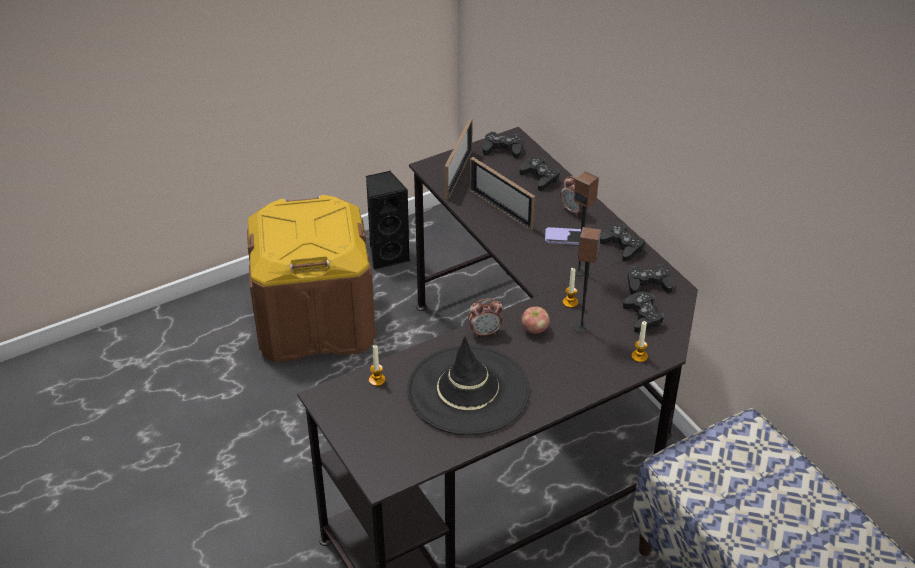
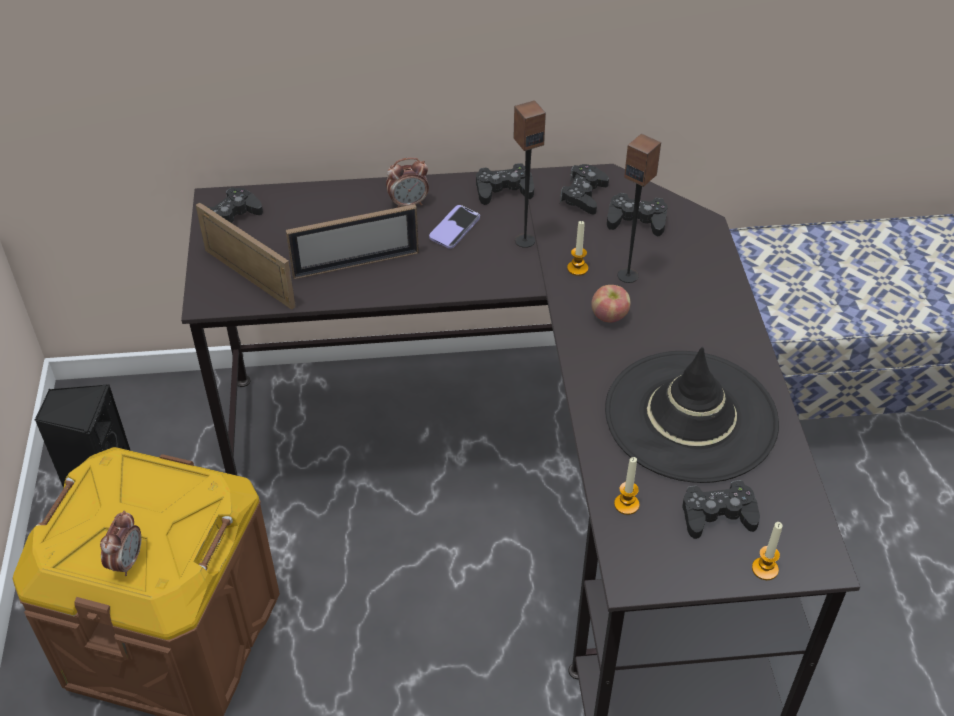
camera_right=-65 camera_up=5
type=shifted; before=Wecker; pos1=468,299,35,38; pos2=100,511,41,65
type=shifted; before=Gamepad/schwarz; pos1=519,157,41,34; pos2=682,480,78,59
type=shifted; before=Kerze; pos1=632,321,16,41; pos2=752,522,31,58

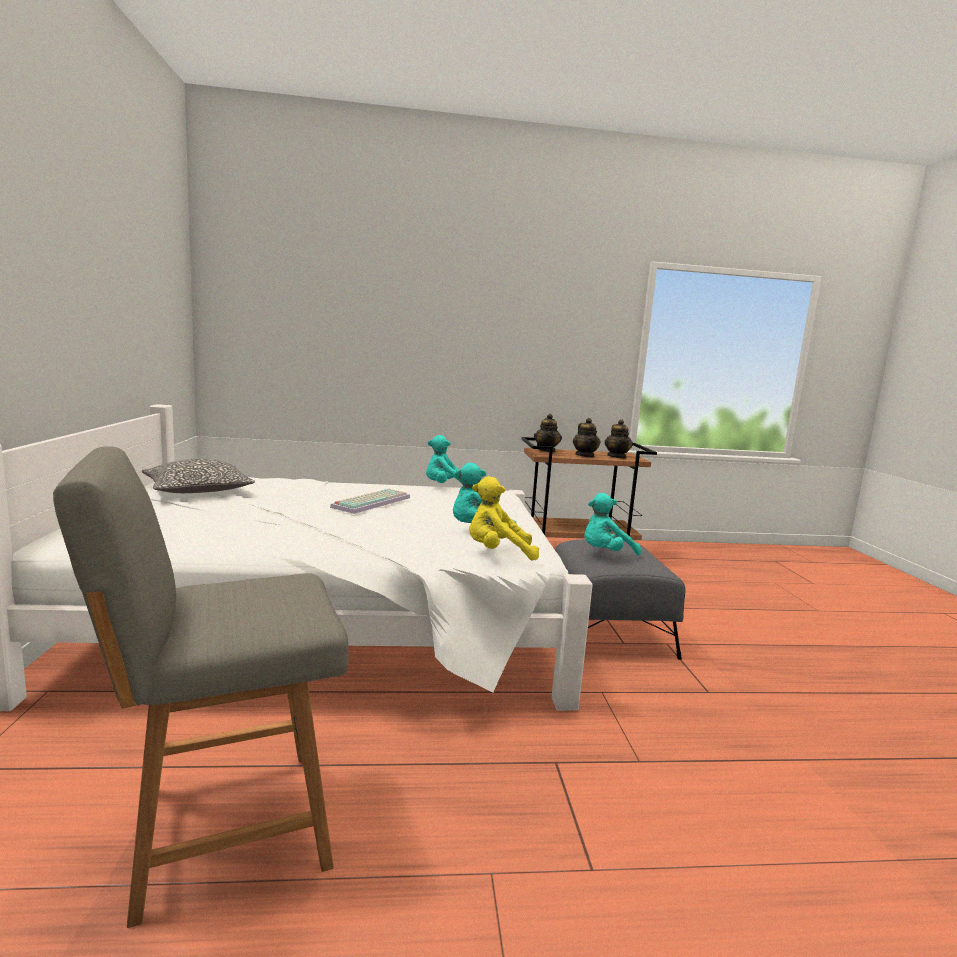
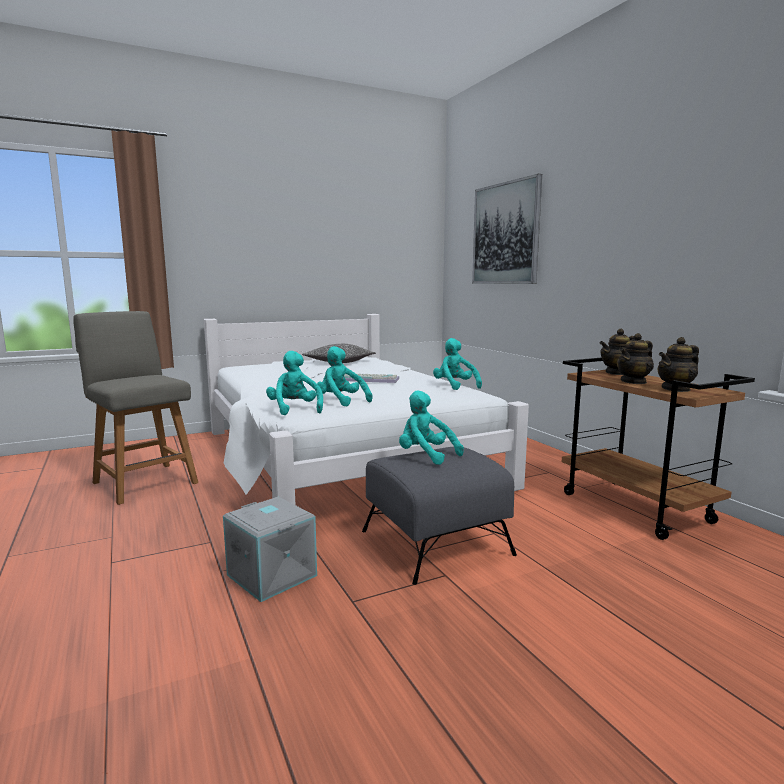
camera_right=70 camera_up=0
type=new; after=Aufbewahrungsbox/grau; pos2=223,497,94,105
type=repainted; before=Plüschtier/gelb; after=Plüschtier/türkis; pos1=469,476,70,85; pos2=266,351,57,64
type=new; after=Bild; pos2=472,174,70,110

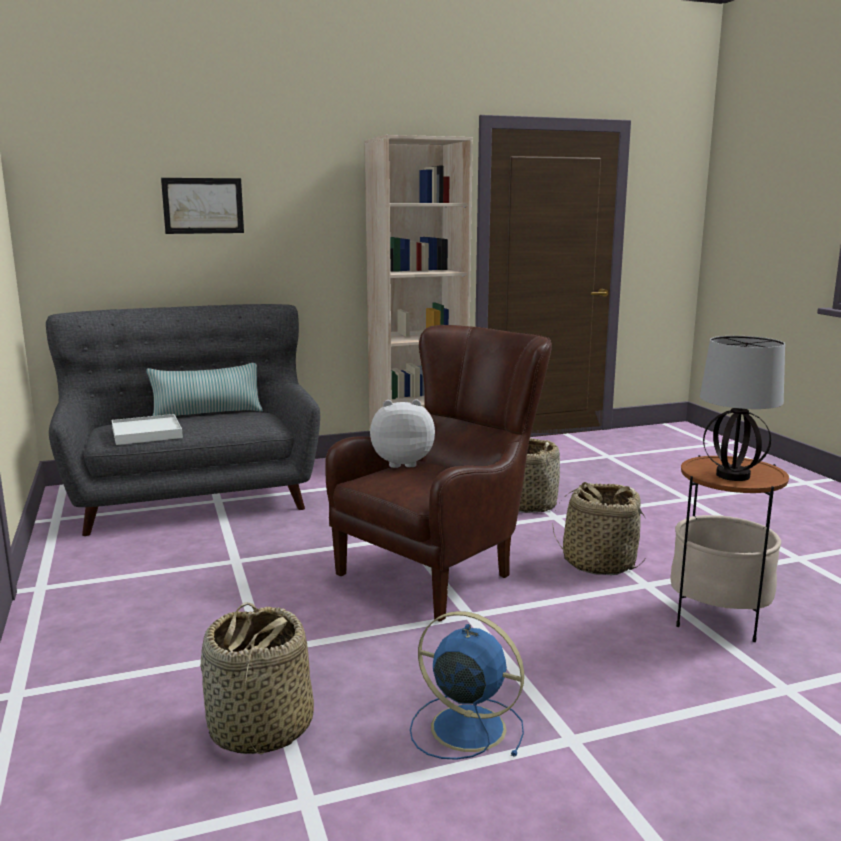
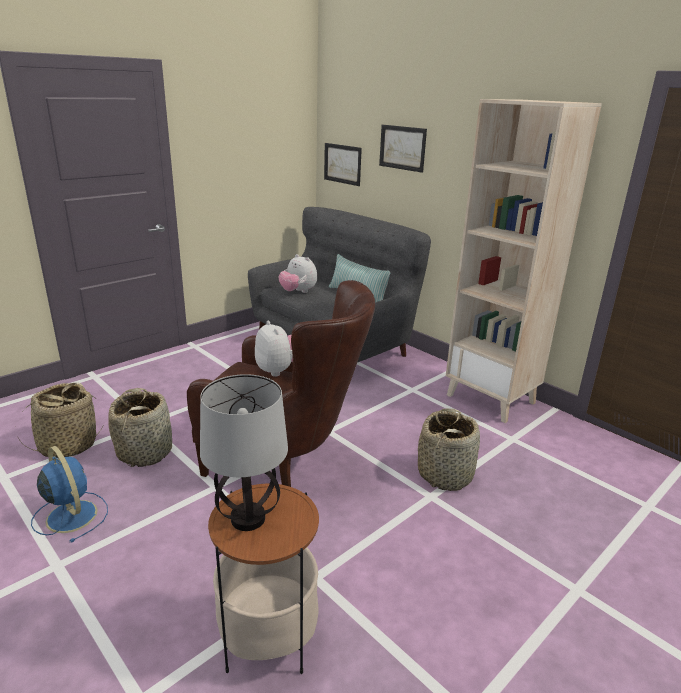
camera_right=65 camera_up=10
type=rotated; before=Ventilator/blau; pos1=410,611,114,149; pos2=31,446,77,96; turn=-45
type=shifted; before=Korb; pos1=552,482,93,93; pos2=108,388,64,79
type=swapped; before=Tablett/weiß; after=Plüschtier; pos1=112,414,71,31; pos2=279,254,38,39
type=new; after=Bild; pos2=324,143,38,43

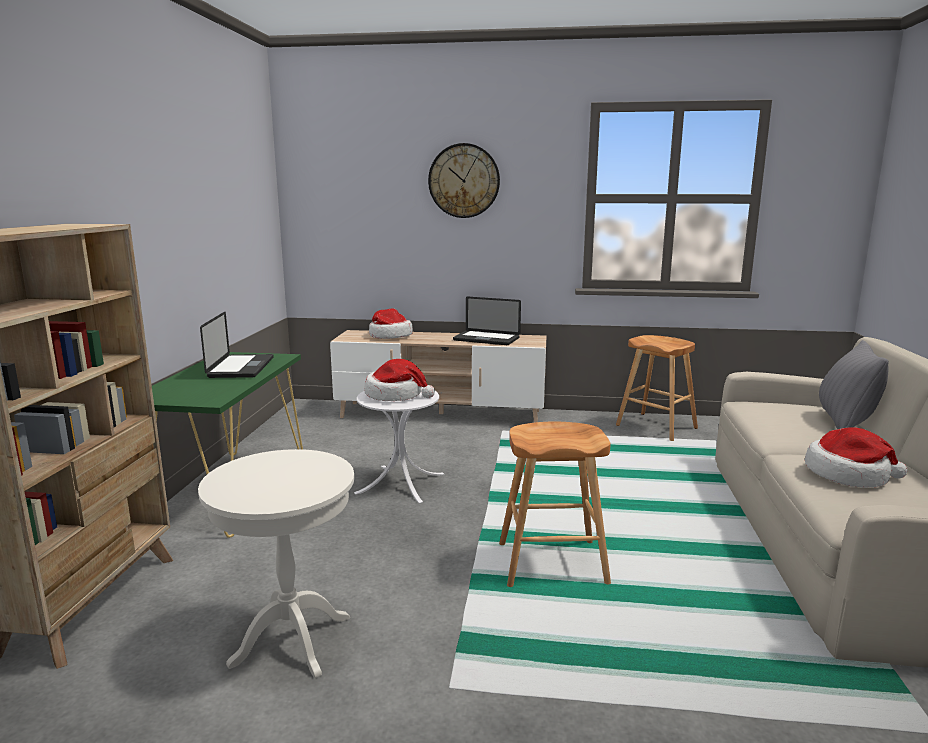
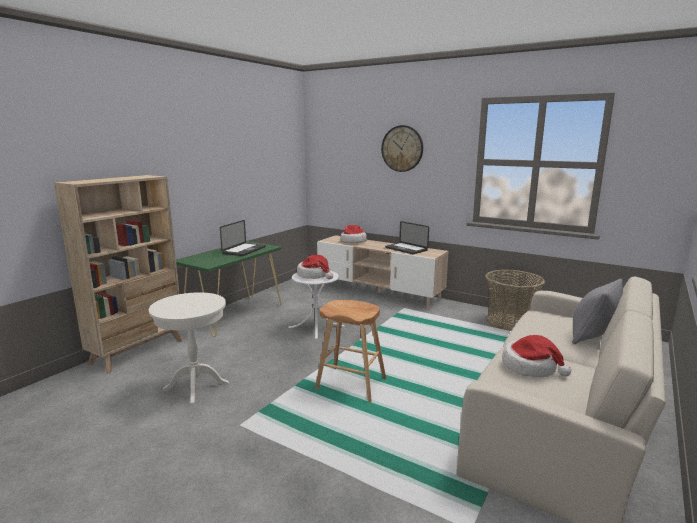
camera_right=25 camera_up=0
type=swapped; before=Hocker/braun; after=Korb; pos1=616,335,82,106; pos2=485,270,60,61

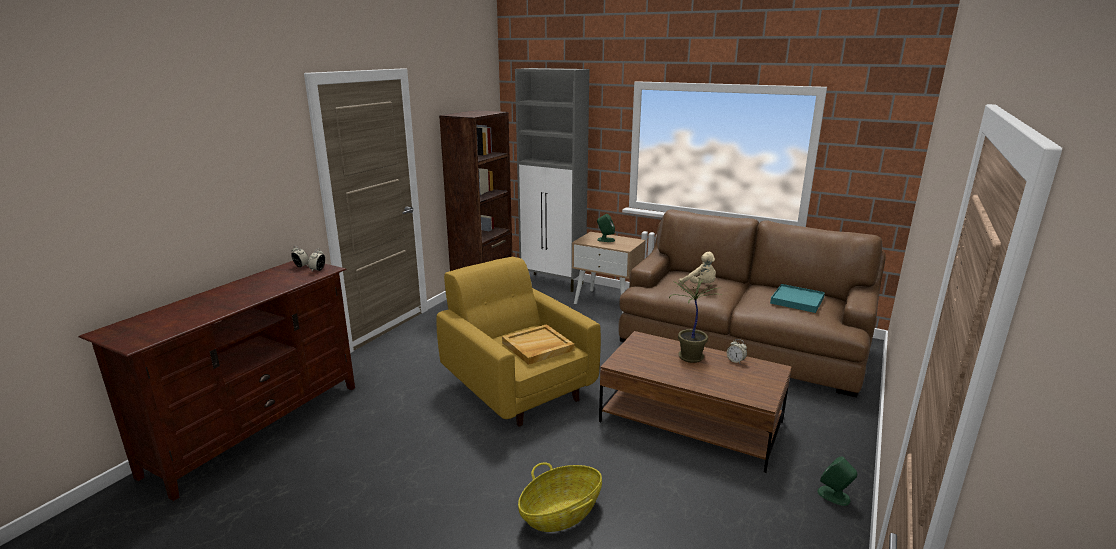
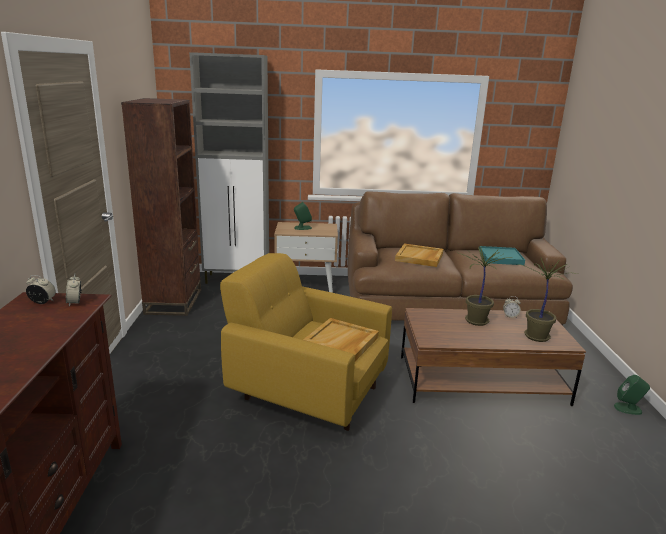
camera_right=-30 camera_up=0
type=swapped; before=Plüschtier/beige; after=Tablett/beige; pos1=679,252,37,33; pos2=395,243,48,24
type=new; after=Topfpflanze; pos2=522,258,55,84
type=gone; before=Korb; pos1=518,462,84,70

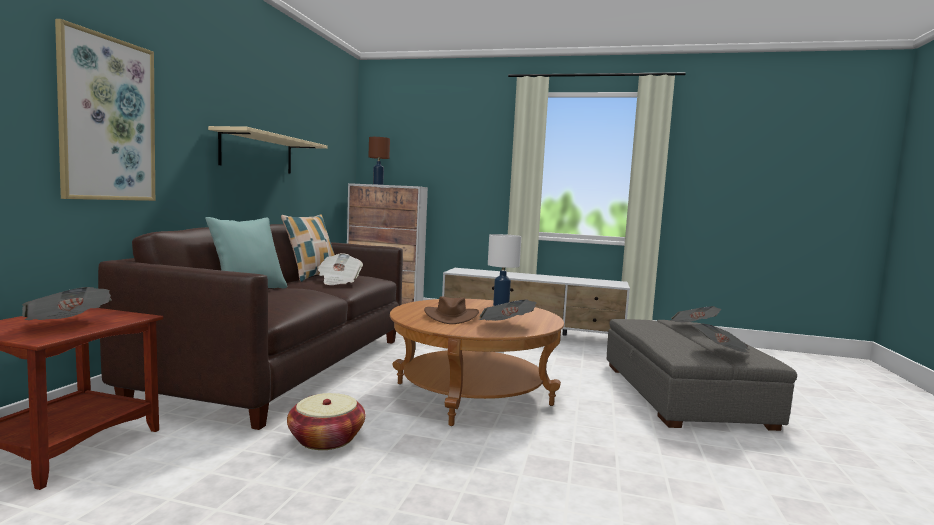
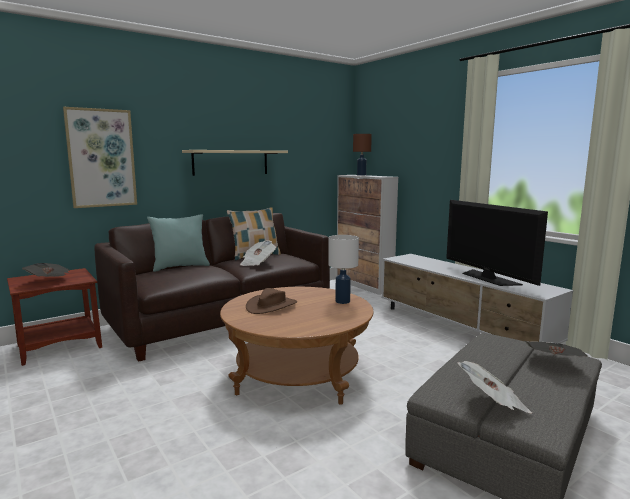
camera_right=40 camera_up=5
type=new; after=Fernseher; pos2=446,200,102,86
type=gone; before=Korb; pos1=287,393,78,57
type=gone; before=Zeitung; pos1=479,299,58,22

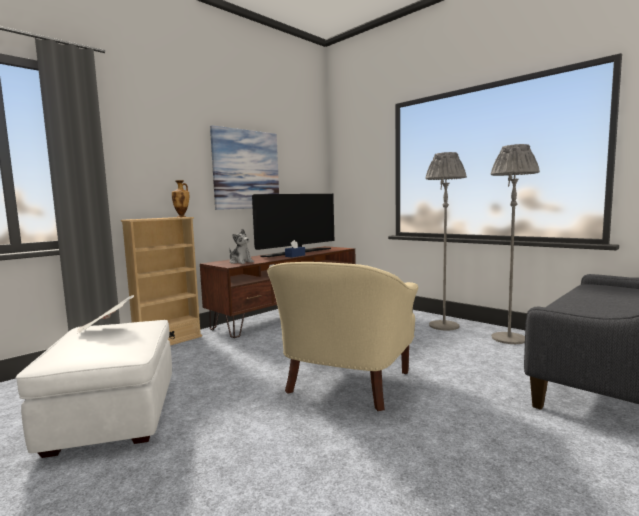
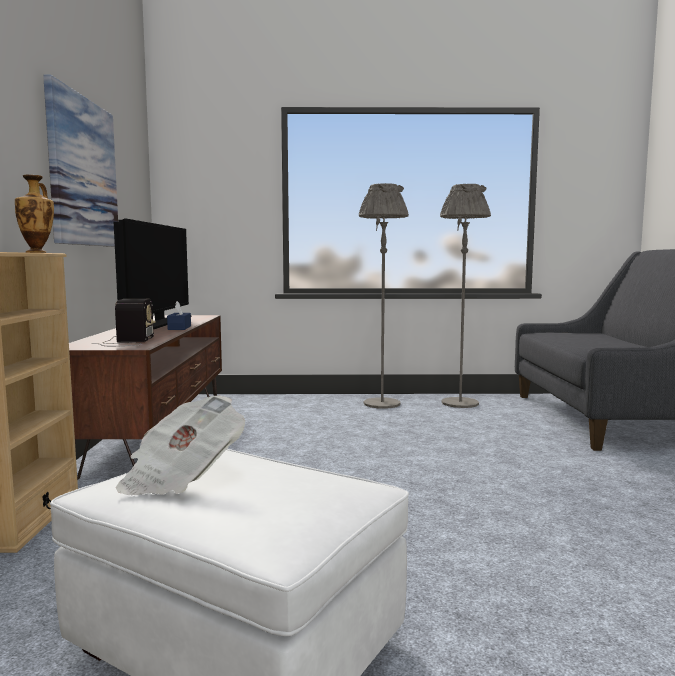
camera_right=-45 camera_up=0
type=swapped; before=Plüschtier; after=Radio; pos1=229,229,25,35; pos2=91,299,65,47
type=gone; before=Sessel/beige; pos1=267,262,151,149

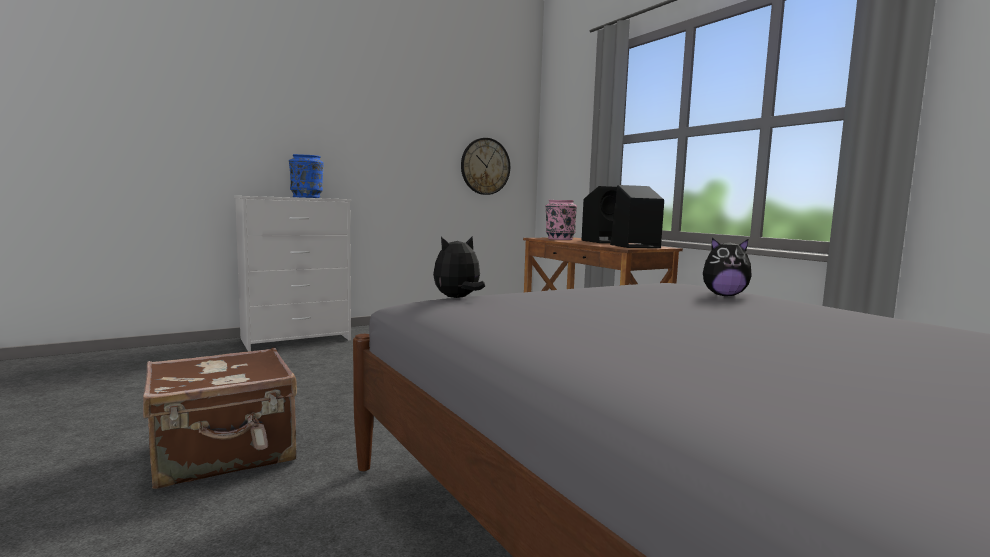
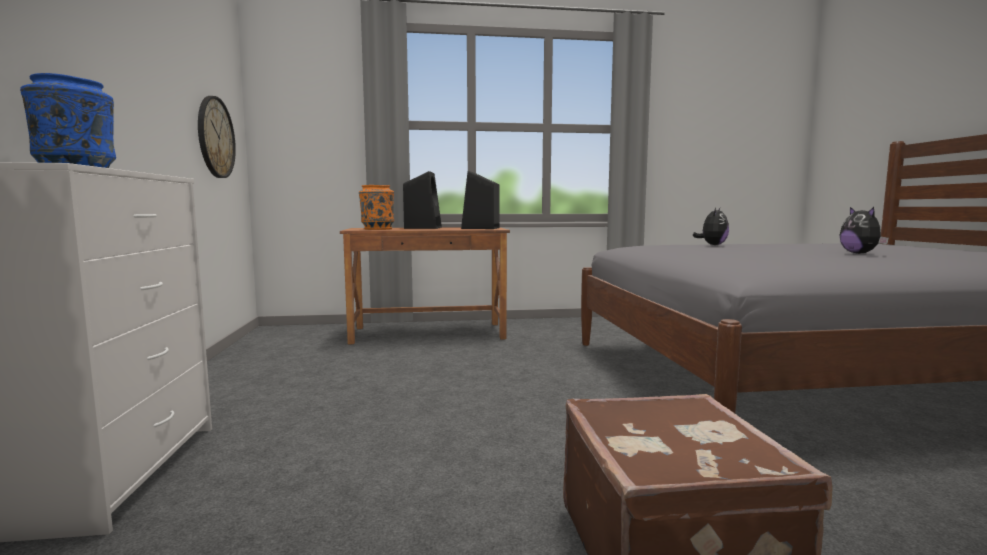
camera_right=-65 camera_up=0
type=repainted; before=Vase/rosa; after=Vase/orange; pos1=545,200,32,40; pos2=359,185,35,45
type=shifted; before=Plüschtier; pos1=433,237,52,61; pos2=840,207,49,47

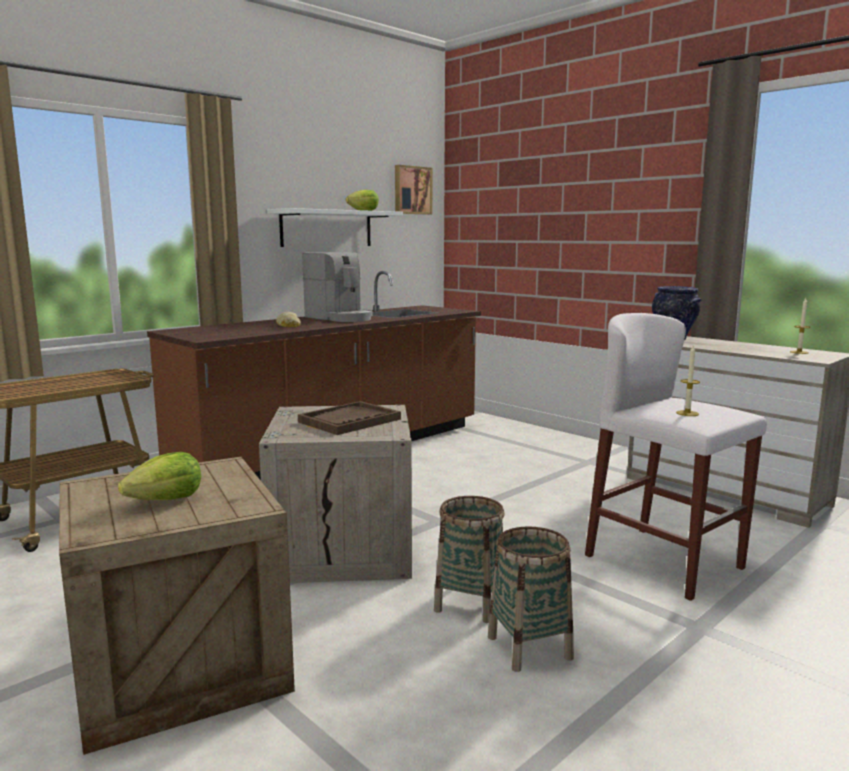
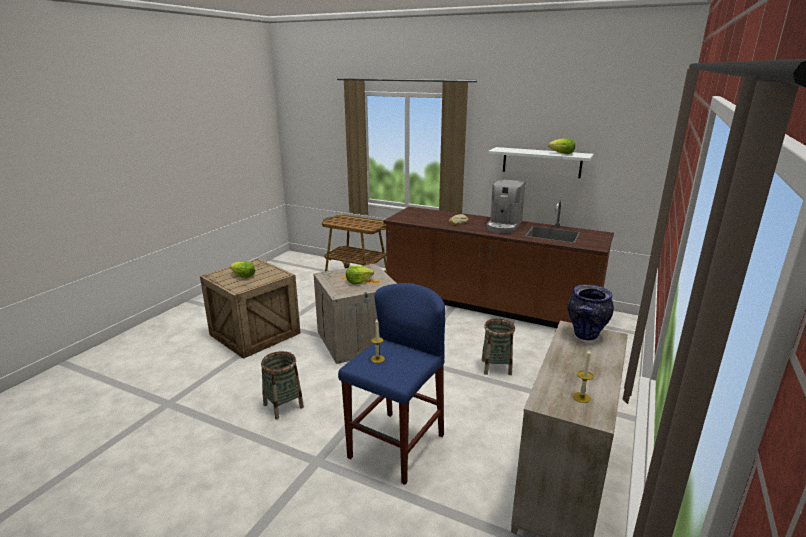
camera_right=70 camera_up=10
type=repainted; before=Hocker/weiß; after=Hocker/blau; pos1=585,313,182,288; pos2=338,283,107,202
type=swapped; before=Tablett/braun; after=Salatkopf; pos1=298,401,103,34; pos2=346,266,28,19
type=shifted; before=Korb; pos1=434,496,71,127; pos2=481,318,34,57
type=gone; before=Bild; pos1=395,165,37,50

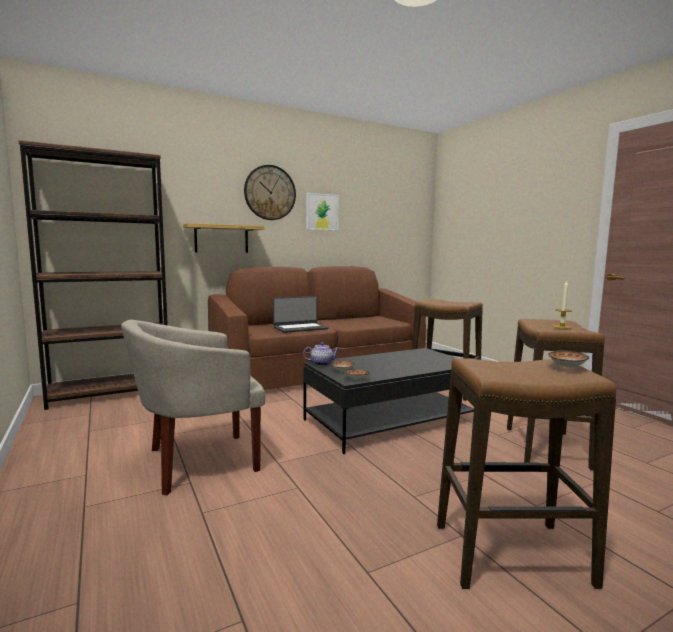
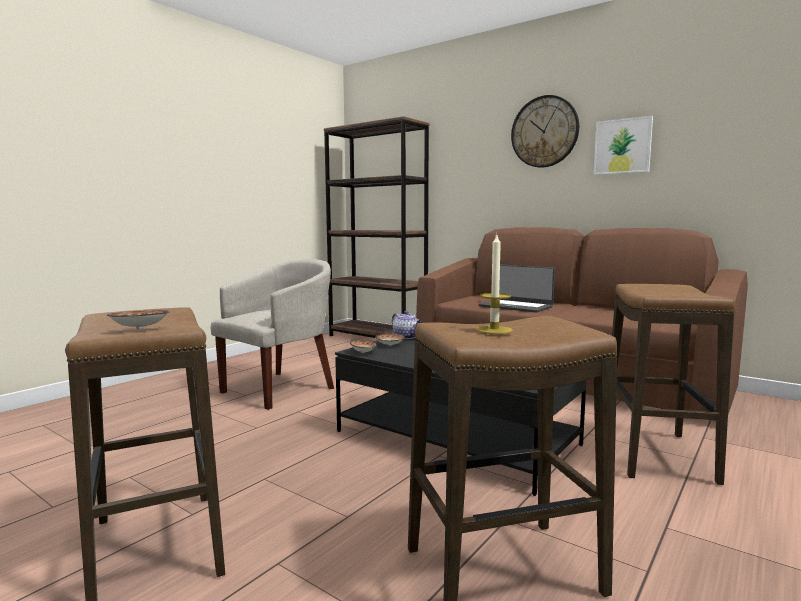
camera_right=65 camera_up=0
type=rotated; before=Sessel/beige; pos1=121,319,144,177; pos2=211,259,123,151; turn=90
type=gone; before=Wandregal; pos1=183,223,82,30

